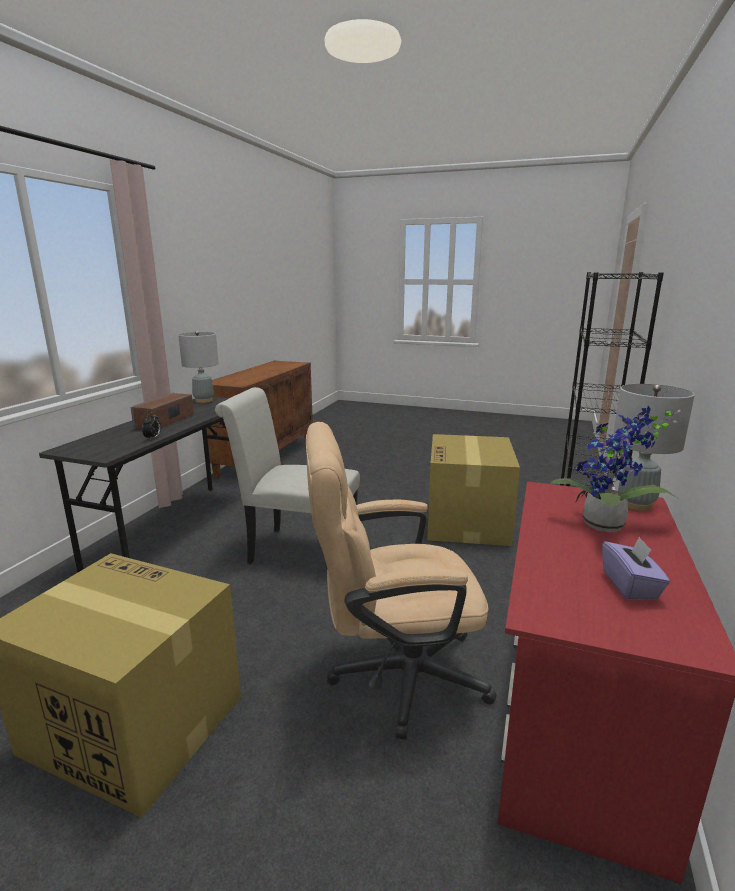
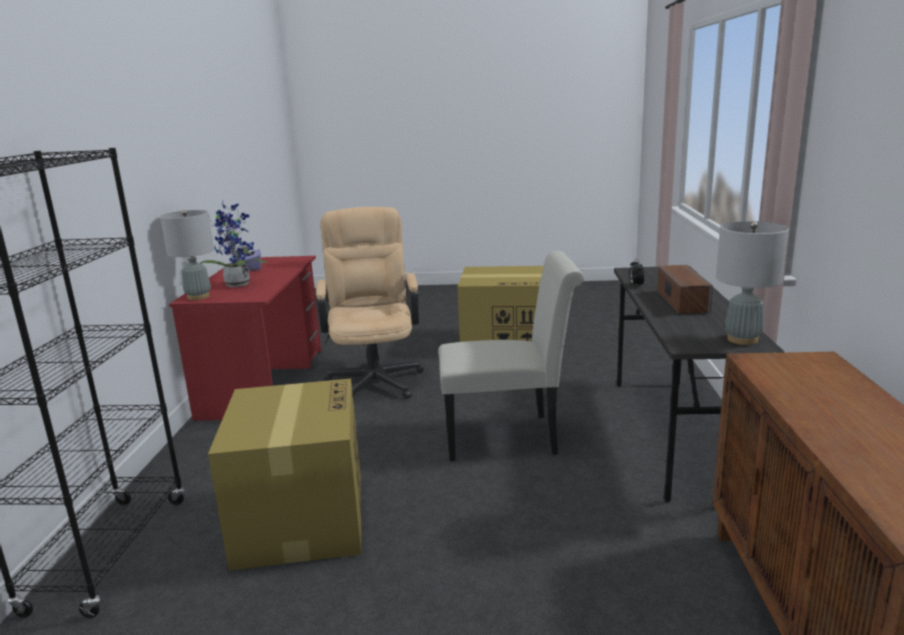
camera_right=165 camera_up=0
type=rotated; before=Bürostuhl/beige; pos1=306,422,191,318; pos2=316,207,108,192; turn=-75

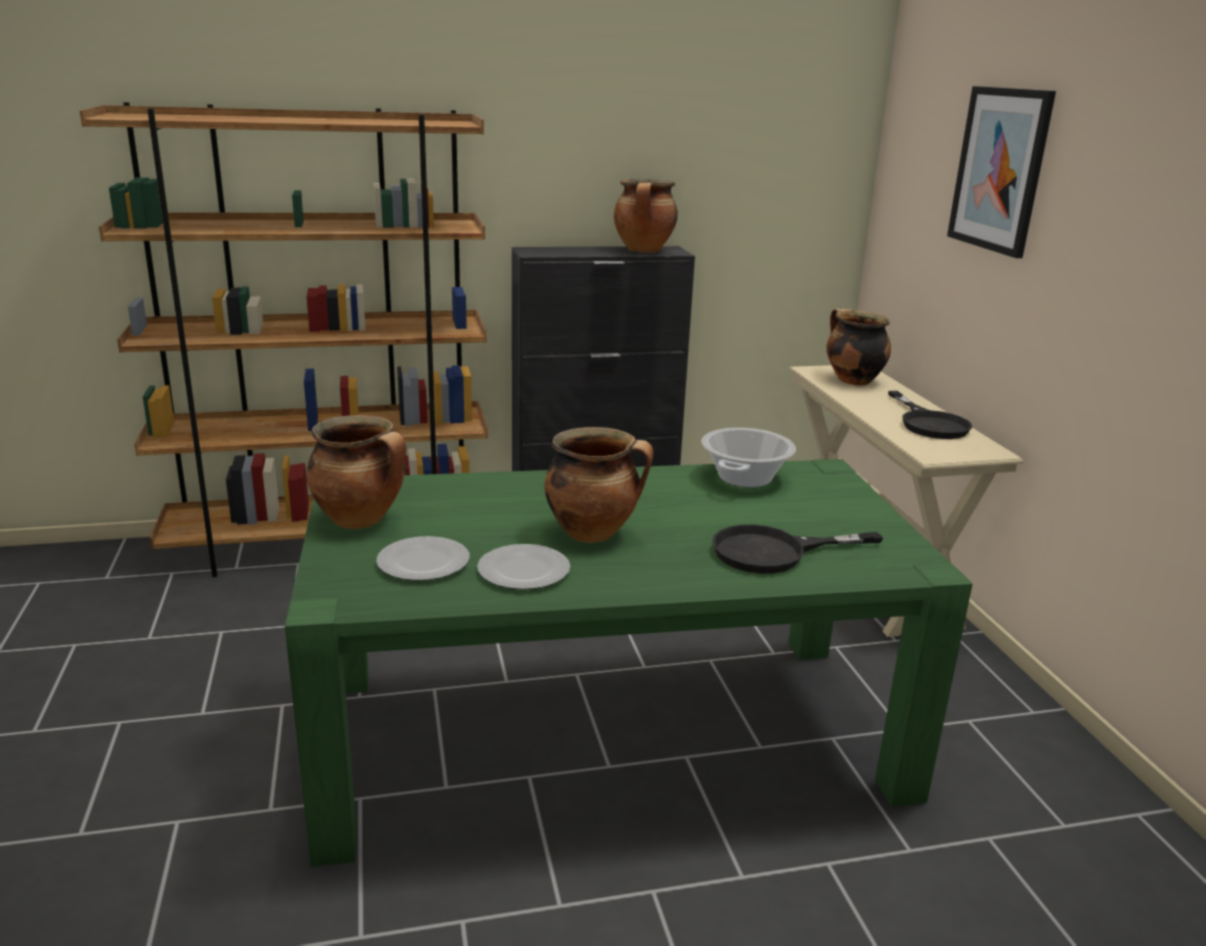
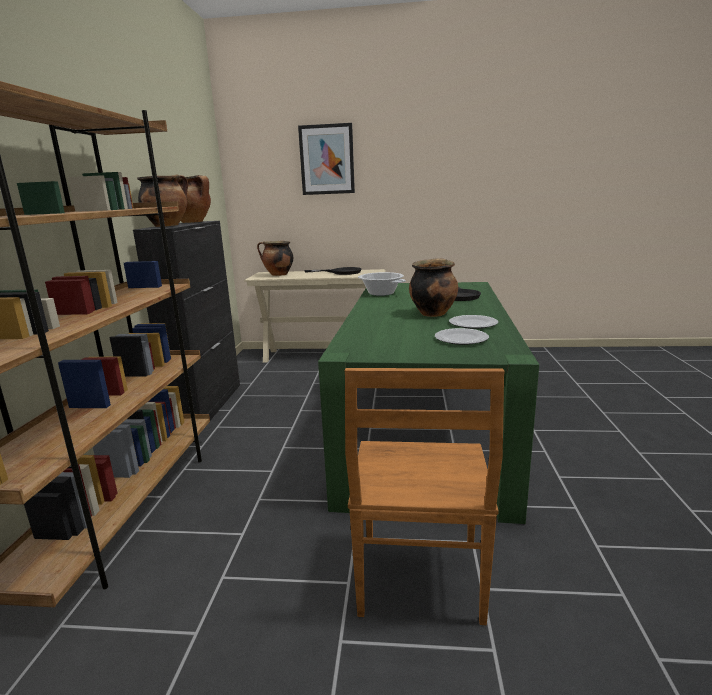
camera_right=-70 camera_up=-5
type=shifted; before=Kochtopf; pos1=306,415,100,114; pos2=137,174,51,53
type=new; after=Stuhl/braun; pos2=345,368,160,257

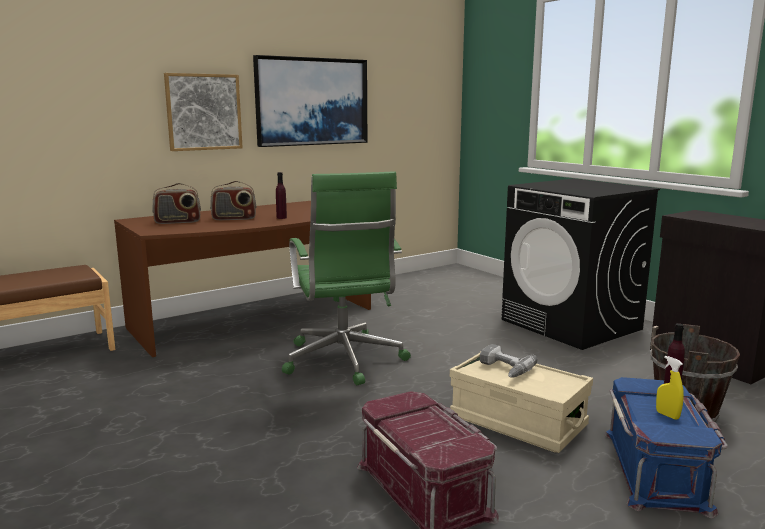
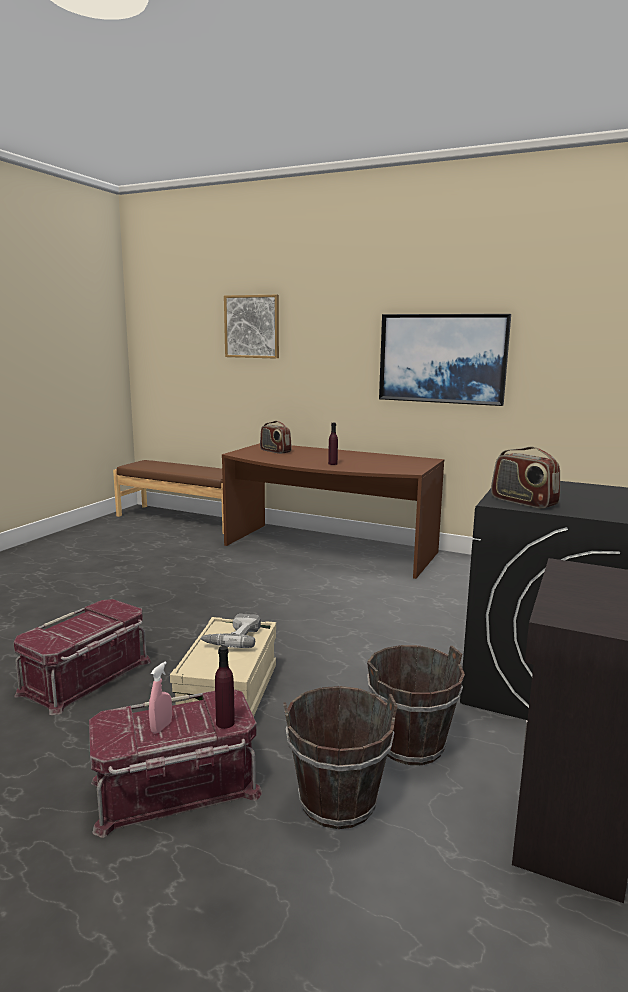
camera_right=60 camera_up=0
type=repainted; before=Aufbewahrungsbox/blau; after=Aufbewahrungsbox/rot; pos1=604,377,124,142; pos2=89,690,173,148
type=repainted; before=Sprühflasche/gelb; after=Sprühflasche/rosa; pos1=656,356,28,64; pos2=149,661,23,73
type=shifted; before=Bild; pos1=164,73,79,78; pos2=224,295,55,64
type=new; after=Eimer/braun; pos2=367,645,98,120
type=shifted; before=Radio; pos1=210,181,47,39; pos2=491,447,69,62
type=gone; before=Bürostuhl/grün; pos1=282,172,129,213

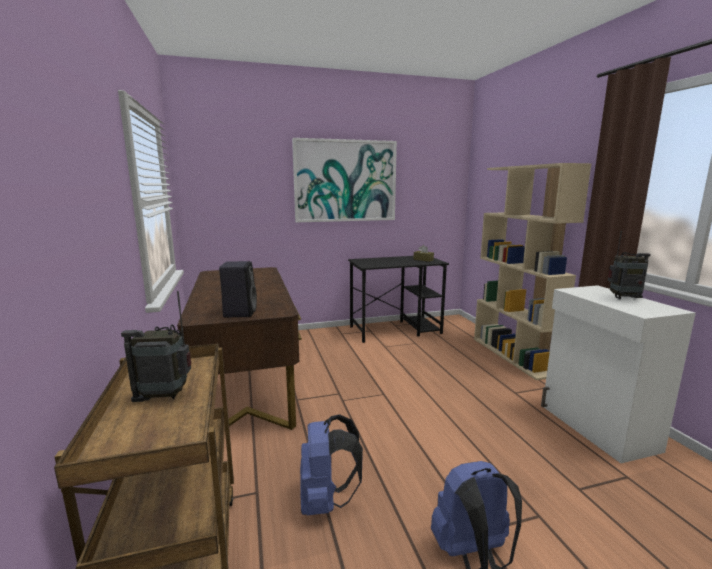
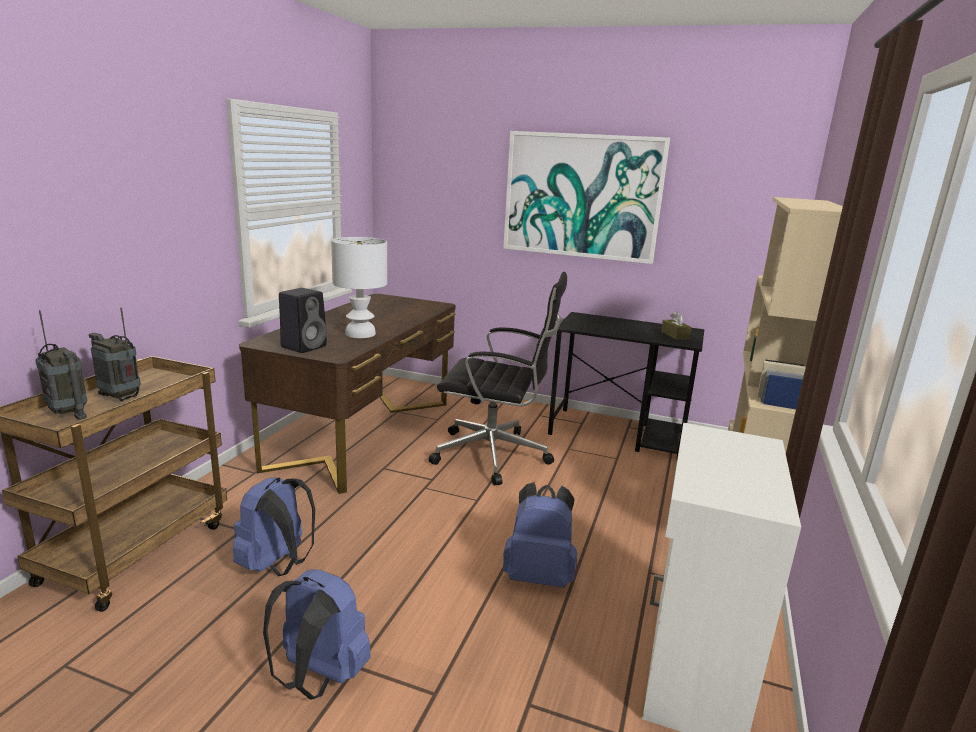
camera_right=35 camera_up=5
type=shifted; before=Radio; pos1=608,231,42,68; pos2=35,310,52,110
type=new; after=Tischlampe/weiß; pos2=331,237,56,101
type=new; after=Bürostuhl/schwarz; pos2=428,272,139,214
type=new; after=Rucksack/blau; pos2=503,482,74,106

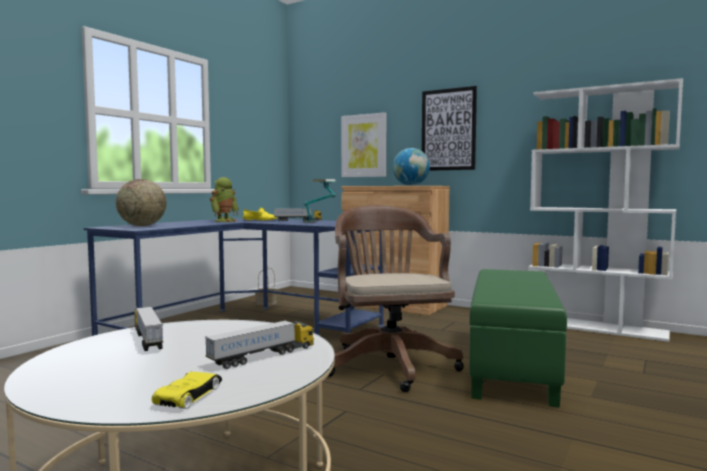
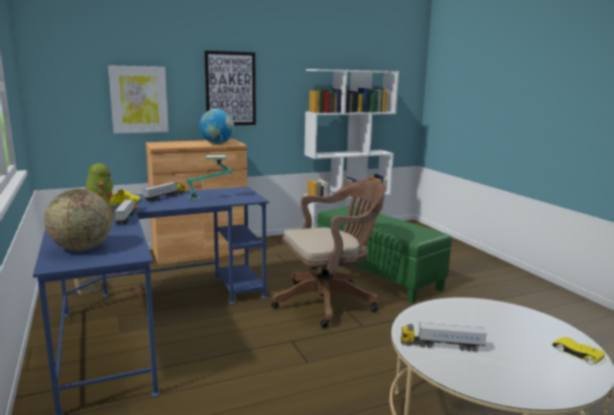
camera_right=-55 camera_up=10
type=shifted; before=Spielzeuglaster; pos1=205,320,109,49; pos2=114,199,23,26
type=rotated; before=Bürostuhl/braun; pos1=328,205,136,187; pos2=272,180,114,148; turn=135

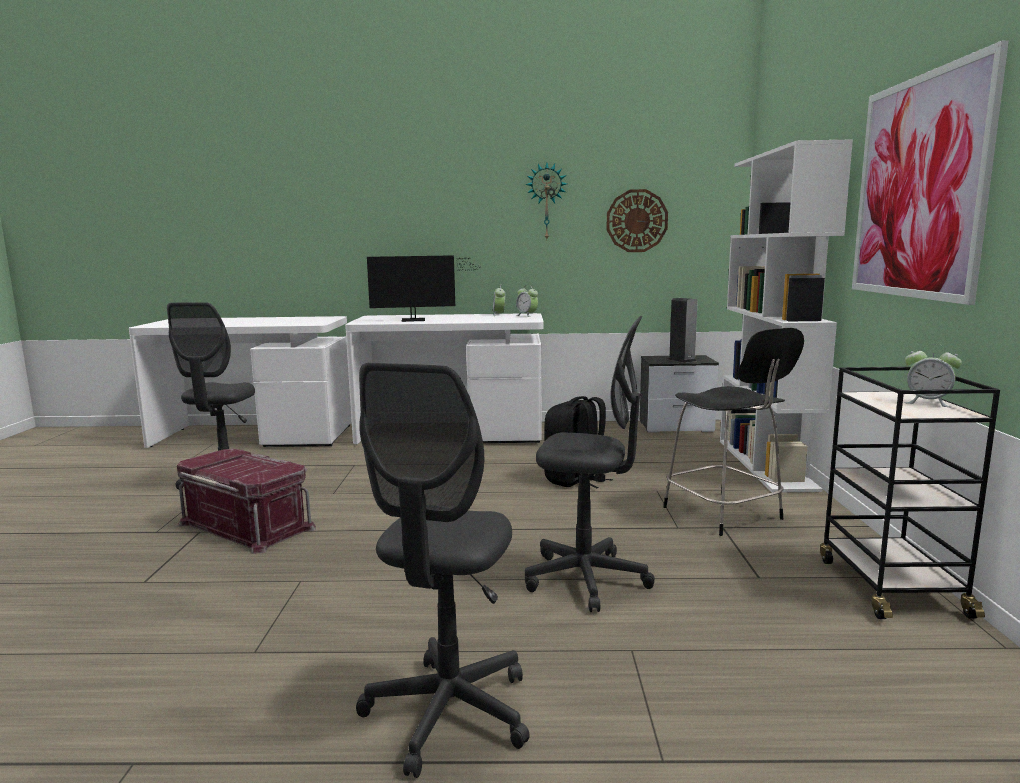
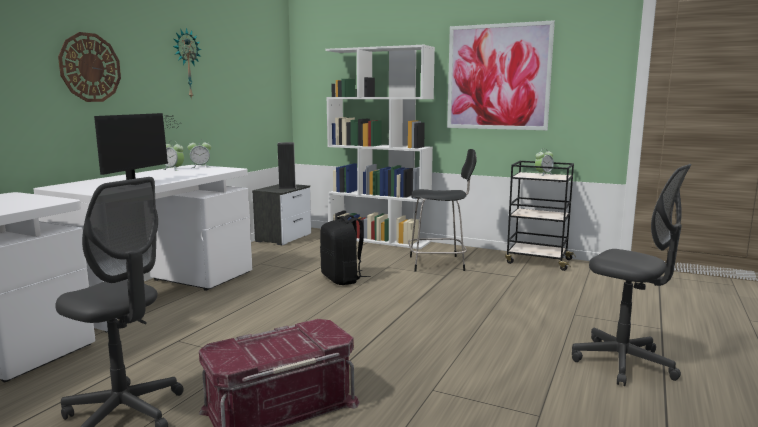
camera_right=-65 camera_up=0
type=shifted; before=Wanduhr; pos1=607,189,61,63; pos2=58,32,63,70
type=gone; before=Bürostuhl/grau; pos1=525,316,130,296

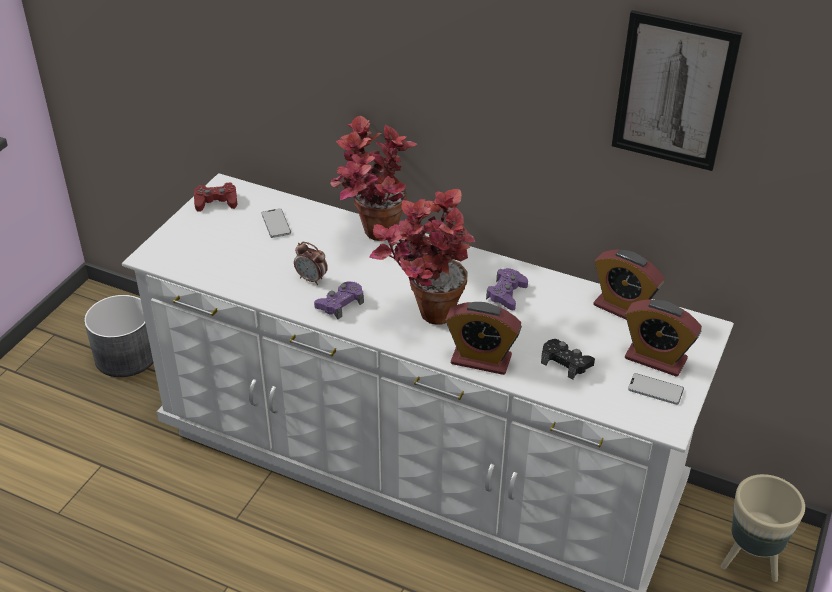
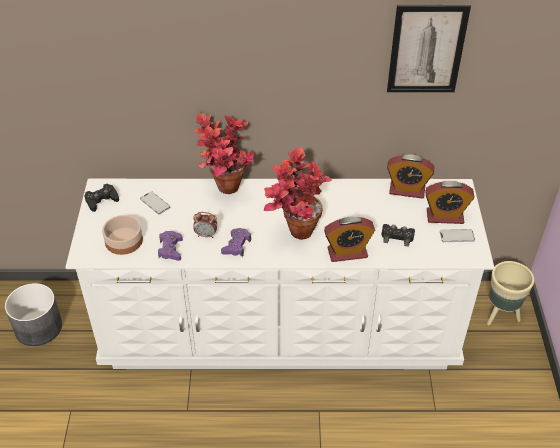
camera_right=-25 camera_up=5
type=repainted; before=Gamepad/rot; after=Gamepad/schwarz; pos1=194,182,43,30; pos2=85,184,34,28
type=new; after=Schüssel; pos2=102,215,41,40
type=shifted; before=Gamepad/lila; pos1=486,268,42,42; pos2=158,231,25,30

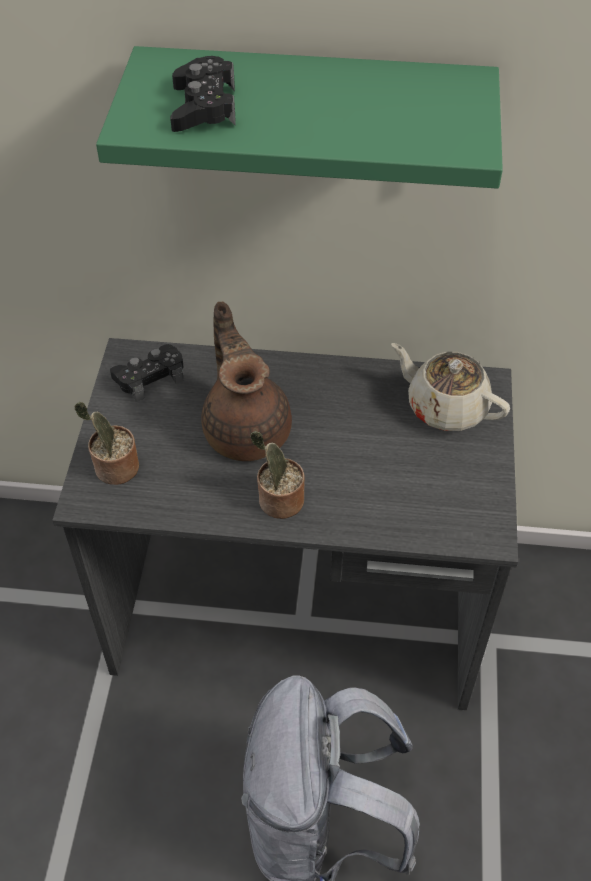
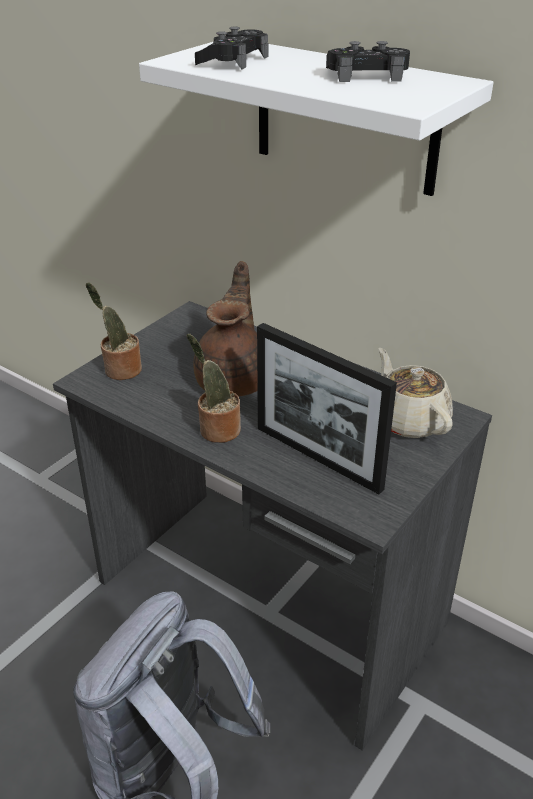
camera_right=30 camera_up=-15
type=repainted; before=Wandregal/grün; after=Wandregal/weiß; pos1=96,46,407,143; pos2=139,42,354,154
type=new; after=Bilderrahmen; pos2=257,323,140,171
type=shifted; before=Gamepad/schwarz; pos1=110,344,73,58; pos2=326,41,84,41

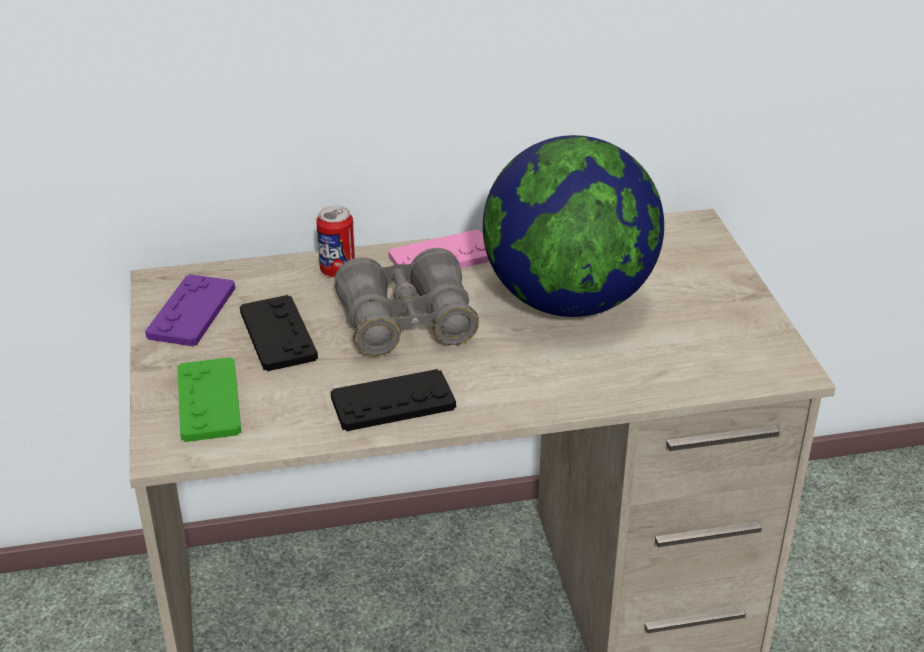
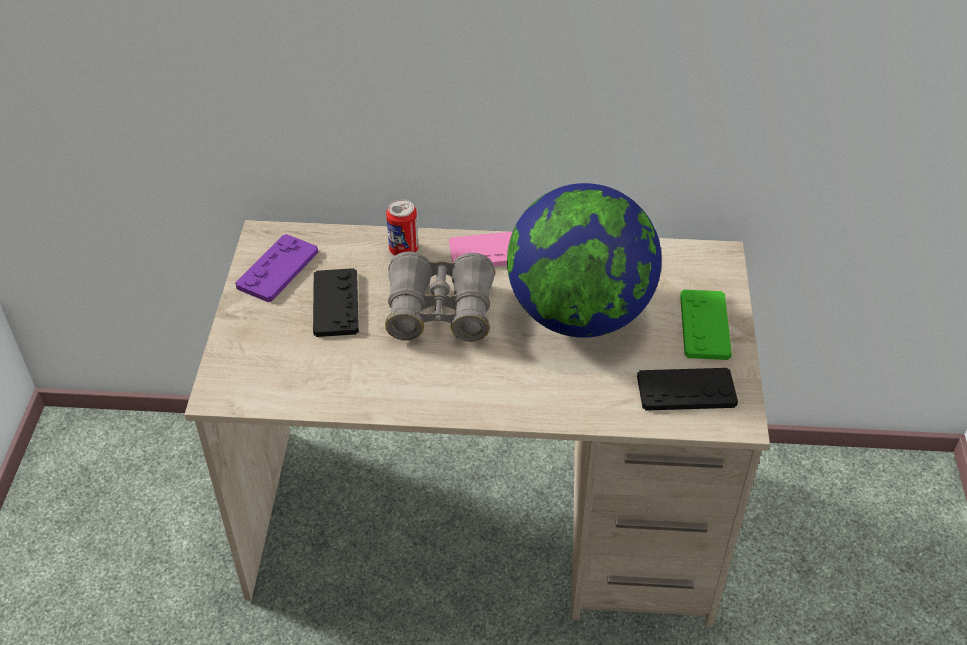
camera_right=15 camera_up=10
type=shifted; before=Gamepad/schwarz; pos1=330,369,126,62; pos2=637,368,101,43
type=shifted; before=Gamepad/grün; pos1=177,357,65,85; pos2=680,290,52,70

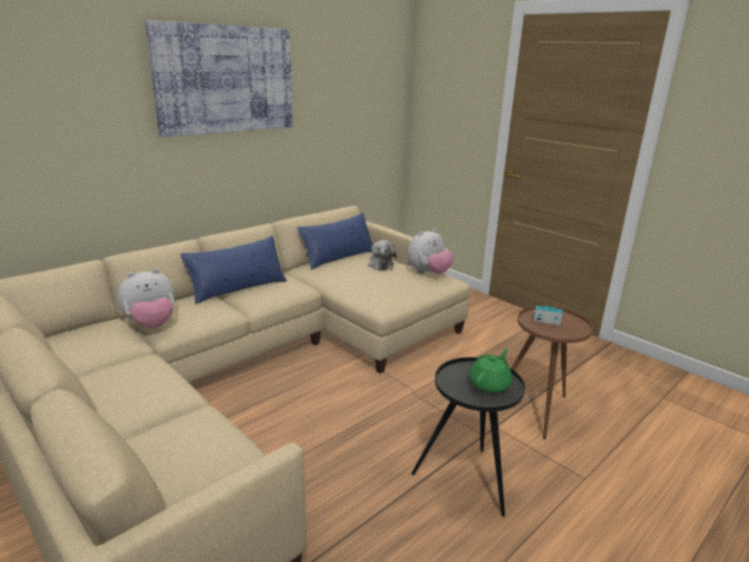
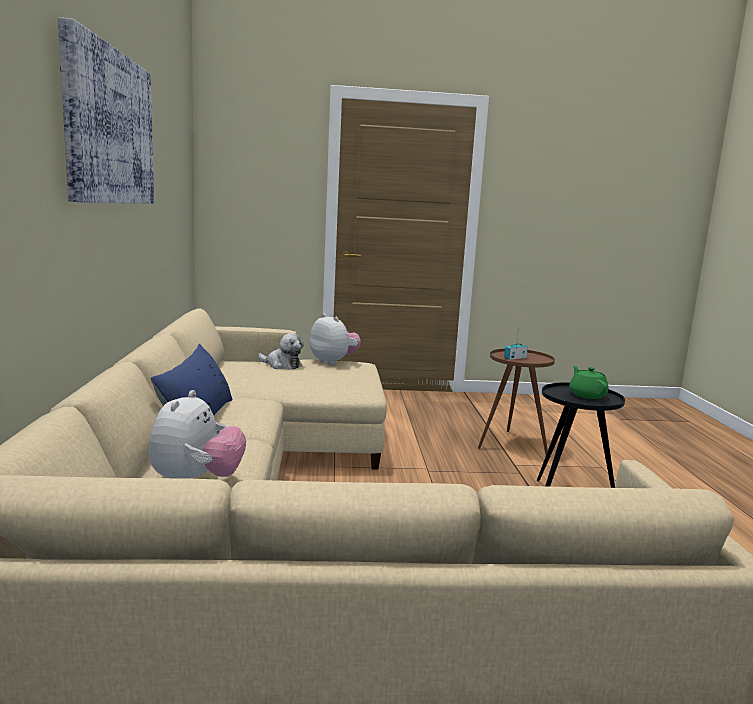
camera_right=-50 camera_up=-10
type=rotated; before=Plüschtier; pos1=407,229,47,45; pos2=310,313,51,52; turn=-45
type=gone; before=Kissen/blau; pos1=297,213,76,57

